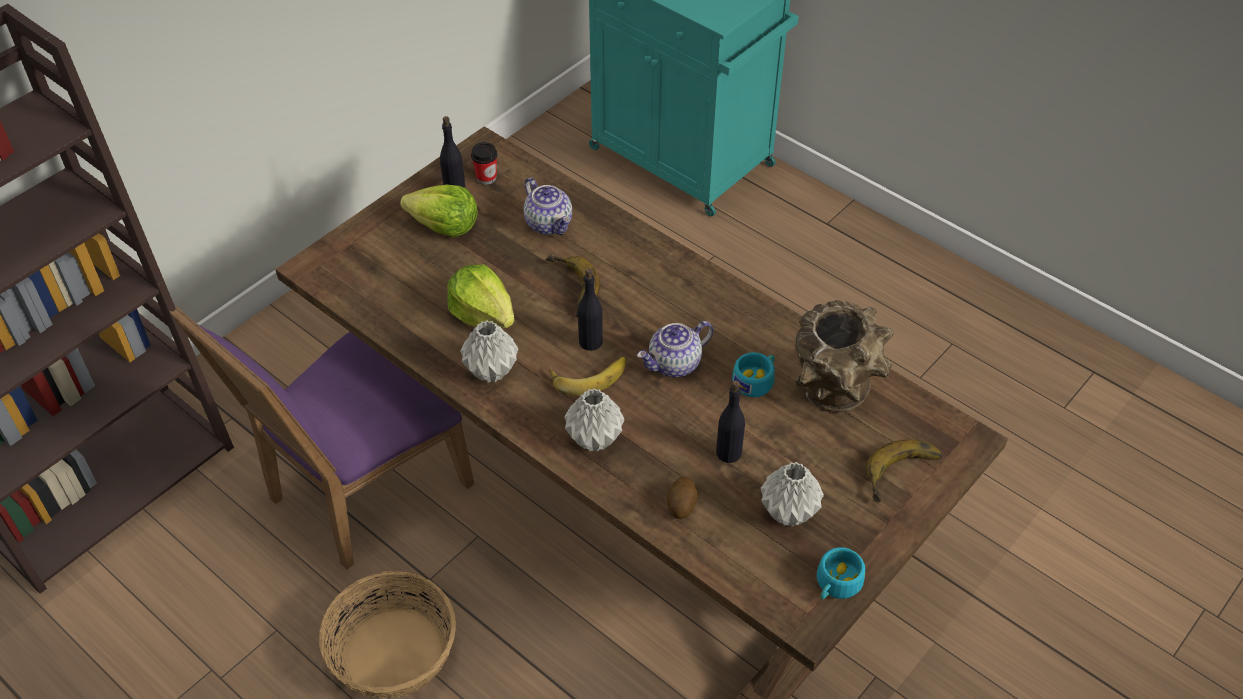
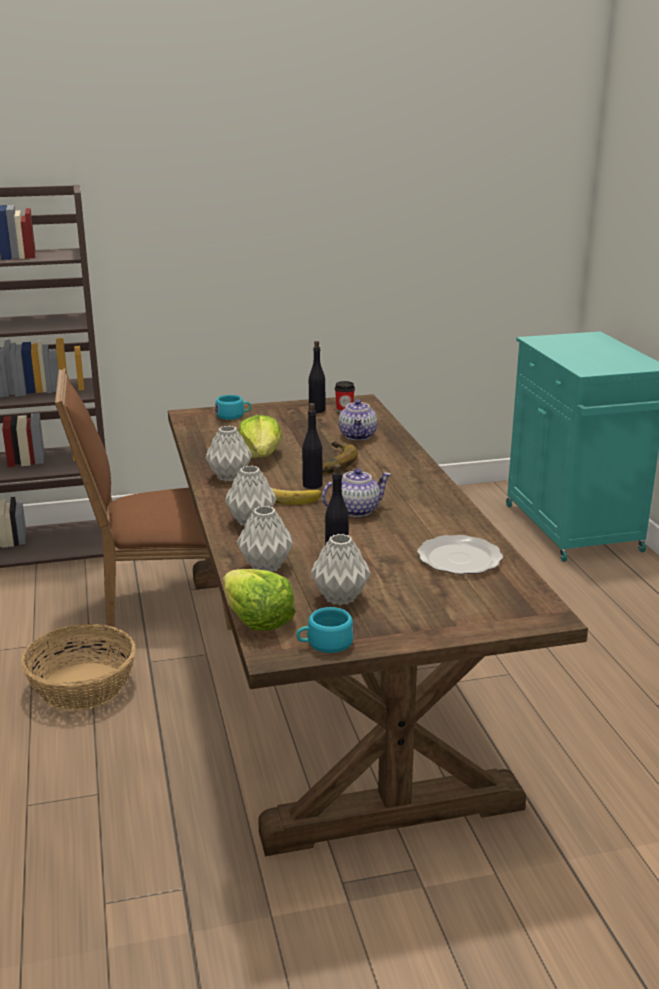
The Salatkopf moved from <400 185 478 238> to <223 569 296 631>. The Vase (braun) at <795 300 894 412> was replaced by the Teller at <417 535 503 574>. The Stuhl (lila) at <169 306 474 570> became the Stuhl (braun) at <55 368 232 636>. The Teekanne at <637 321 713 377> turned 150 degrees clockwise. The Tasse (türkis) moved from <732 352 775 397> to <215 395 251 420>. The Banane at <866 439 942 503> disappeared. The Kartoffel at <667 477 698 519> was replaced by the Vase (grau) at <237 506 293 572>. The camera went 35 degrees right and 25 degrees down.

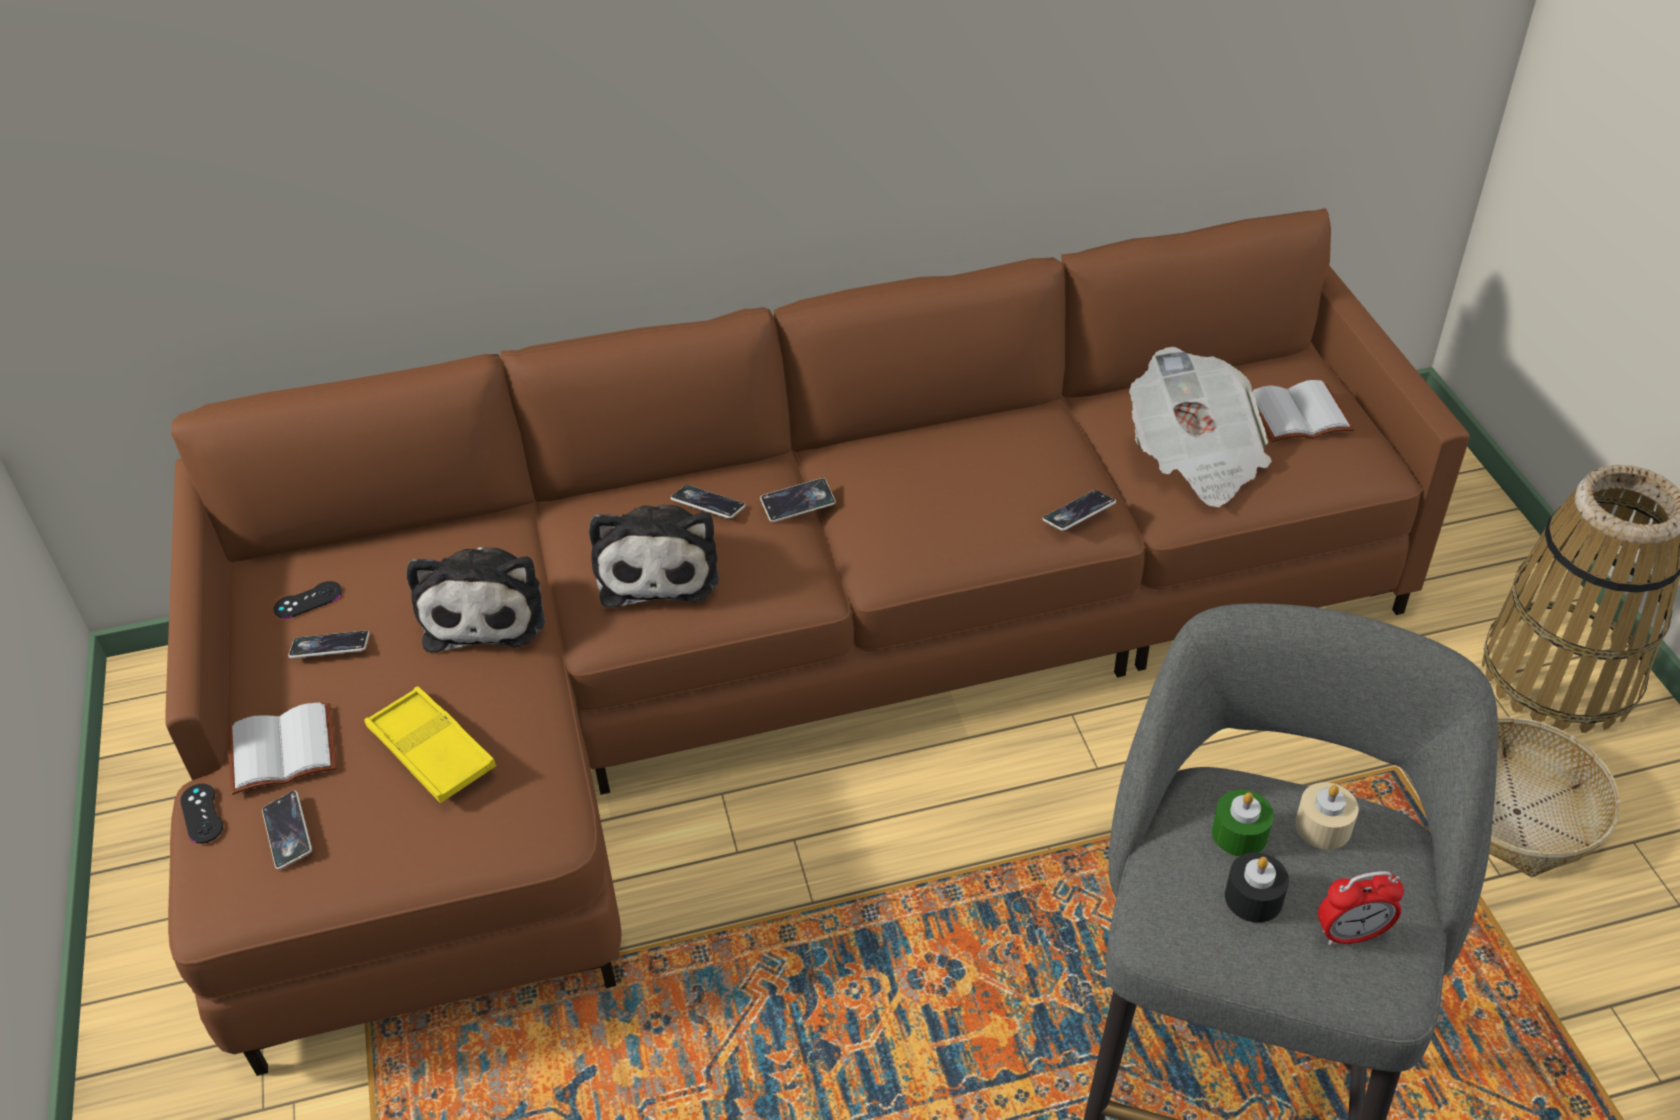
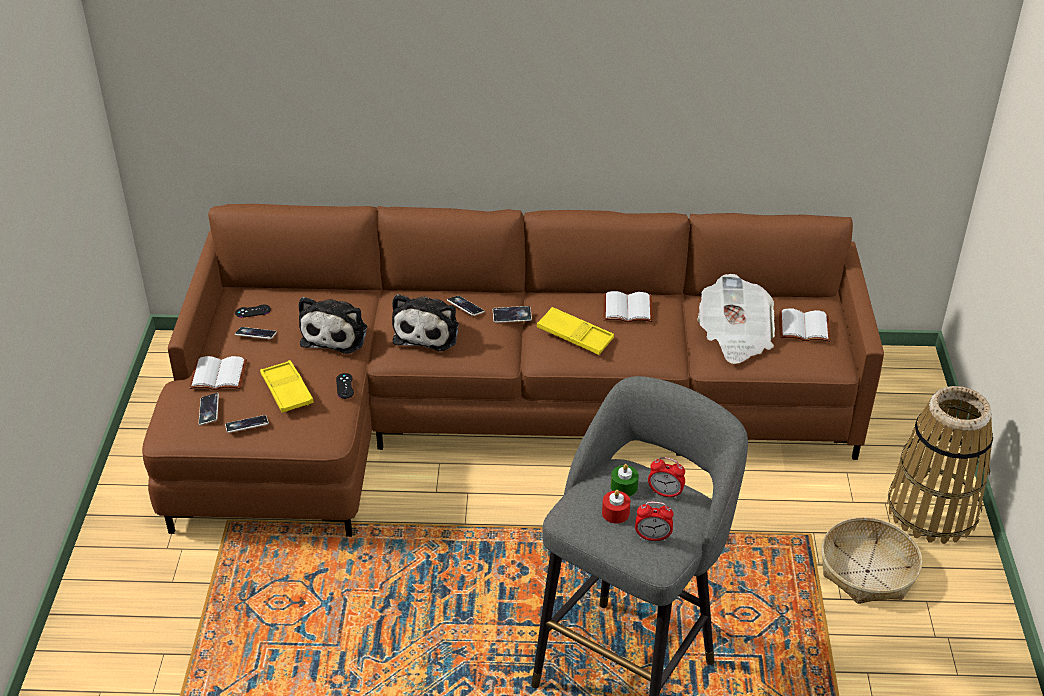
The Handy moved from <1042 490 1116 531> to <225 415 269 433>. The Kerze (beige) at <1295 782 1359 850> was replaced by the Wecker at <648 457 685 499>. The Gamepad (schwarz) moved from <180 784 223 844> to <336 373 354 399>. The Kerze (schwarz) at <1225 852 1289 923> became the Kerze (rot) at <602 490 630 524>. The Buch (weiß) at <603 291 653 322> appeared. The Tablett (gelb) at <537 307 614 355> appeared. The camera went 15 degrees right and 5 degrees down.

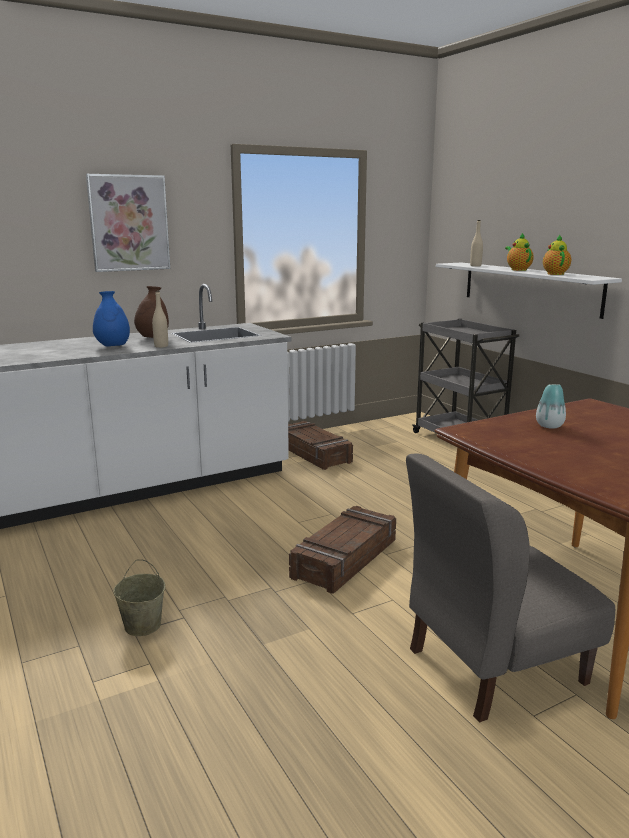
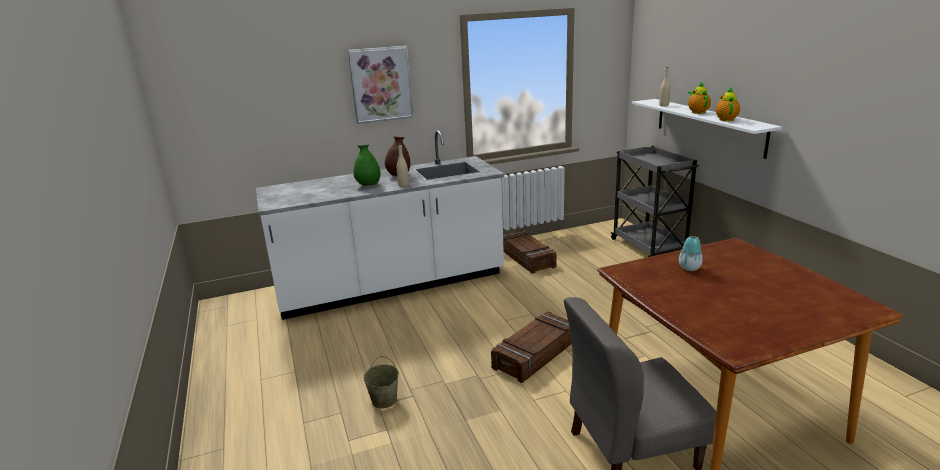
The Vase (blau) at <93 291 130 347> became the Vase (grün) at <353 144 380 186>. The camera went 10 degrees right and 5 degrees up.

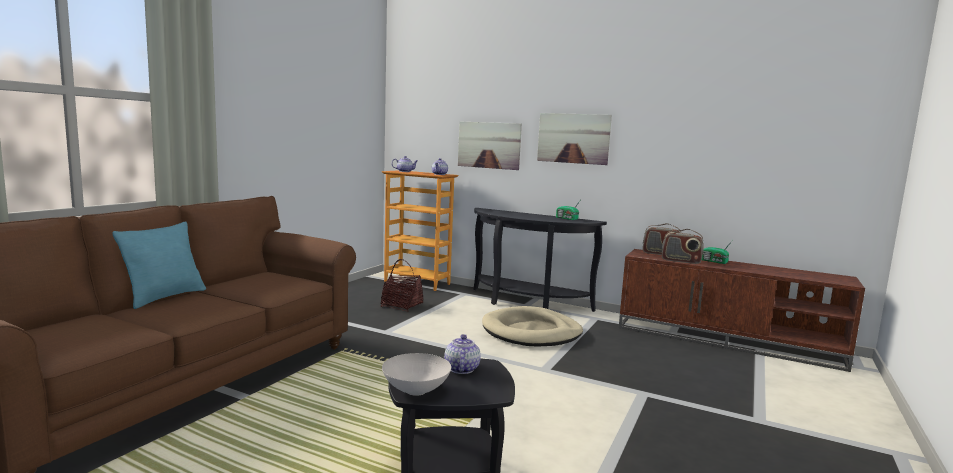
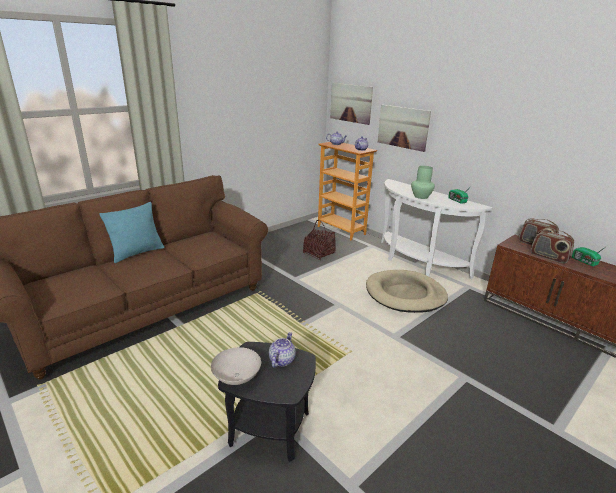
The Bild moved from <537 113 612 165> to <330 83 373 125>. The Konsolentisch (schwarz) at <473 208 607 312> became the Konsolentisch (weiß) at <381 179 493 279>. The Vase (grün) at <411 166 435 199> appeared. The camera went 20 degrees right and 15 degrees up.

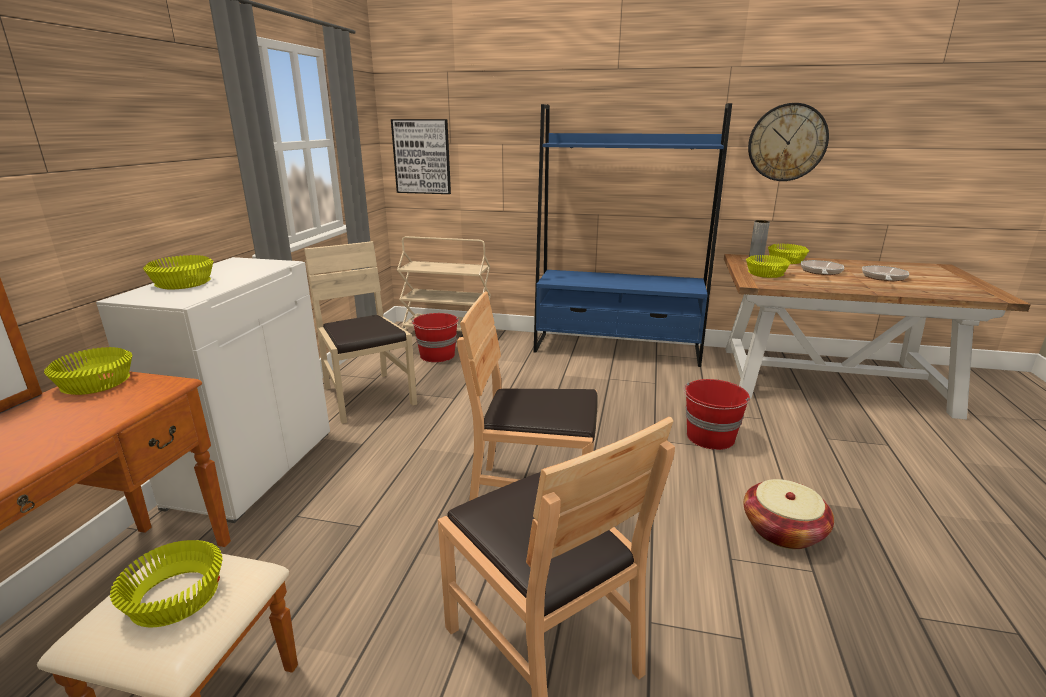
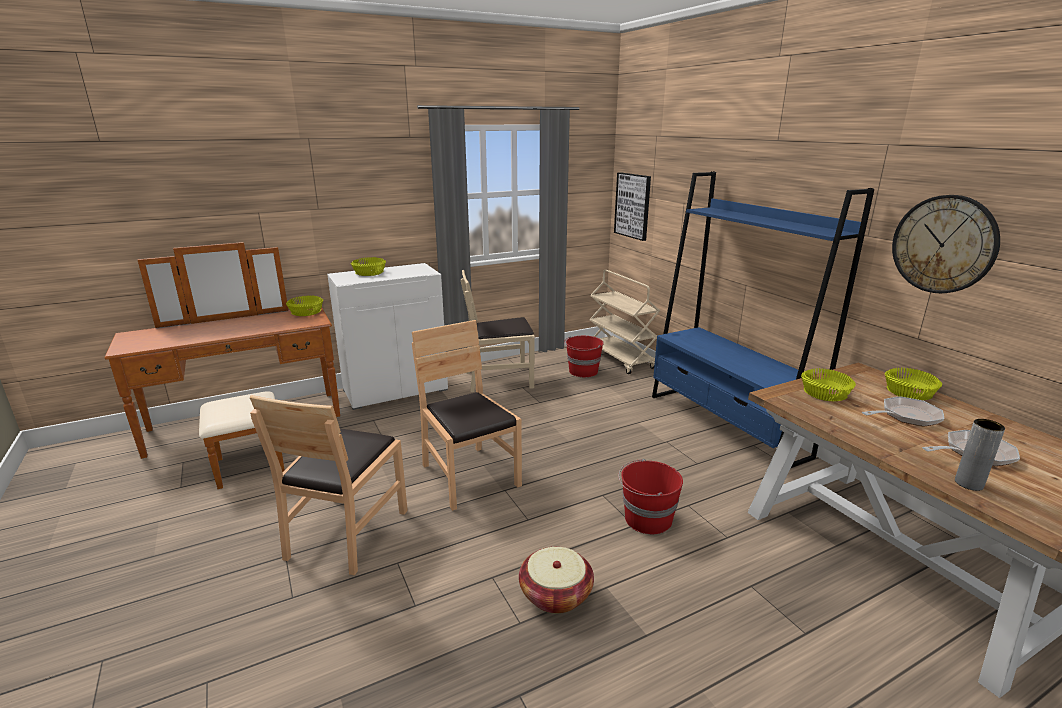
The Vase (grau) moved from <749 220 770 262> to <955 419 1005 491>. The Stuhl (beige) at <304 241 417 424> turned 120 degrees counterclockwise. The Schüssel (gelb) at <110 540 223 627> disappeared. The camera went 50 degrees right and 0 degrees up.

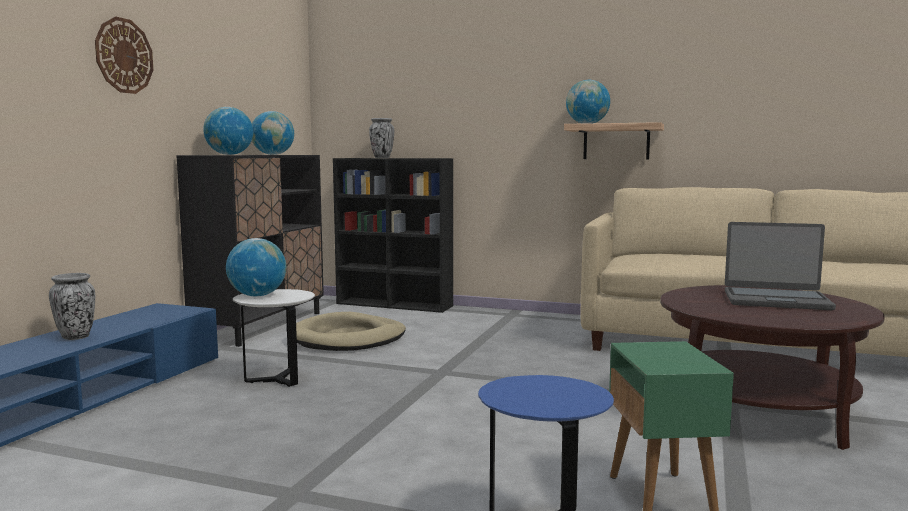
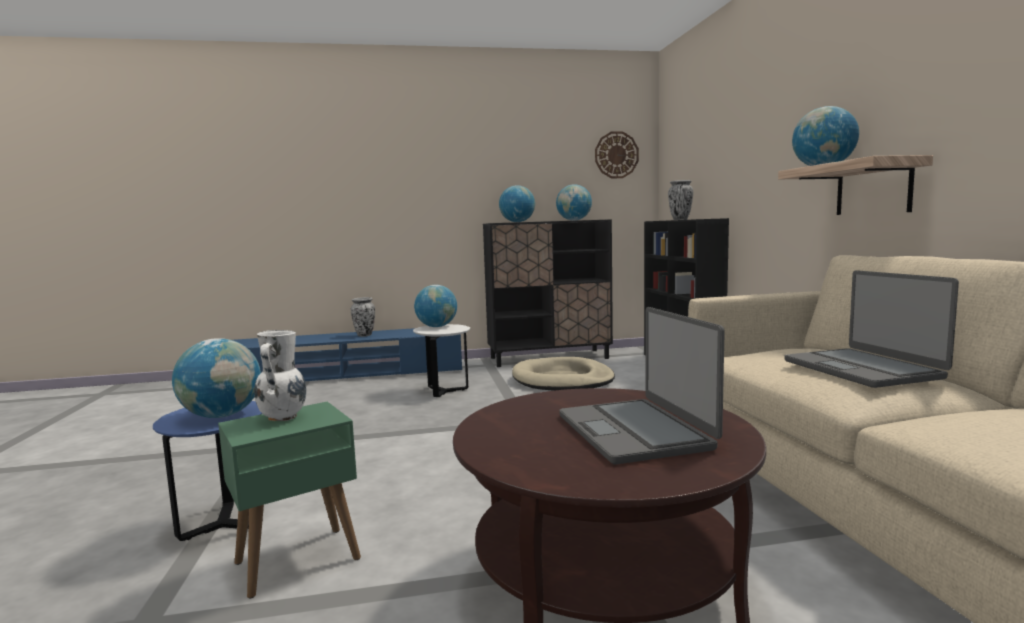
The Wanduhr moved from <95 17 153 94> to <595 131 639 178>. The Laptop at <784 270 959 388> appeared. The Vase (weiß) at <254 330 306 421> appeared. The Globus at <172 338 261 418> appeared. The camera went 60 degrees right and 0 degrees up.

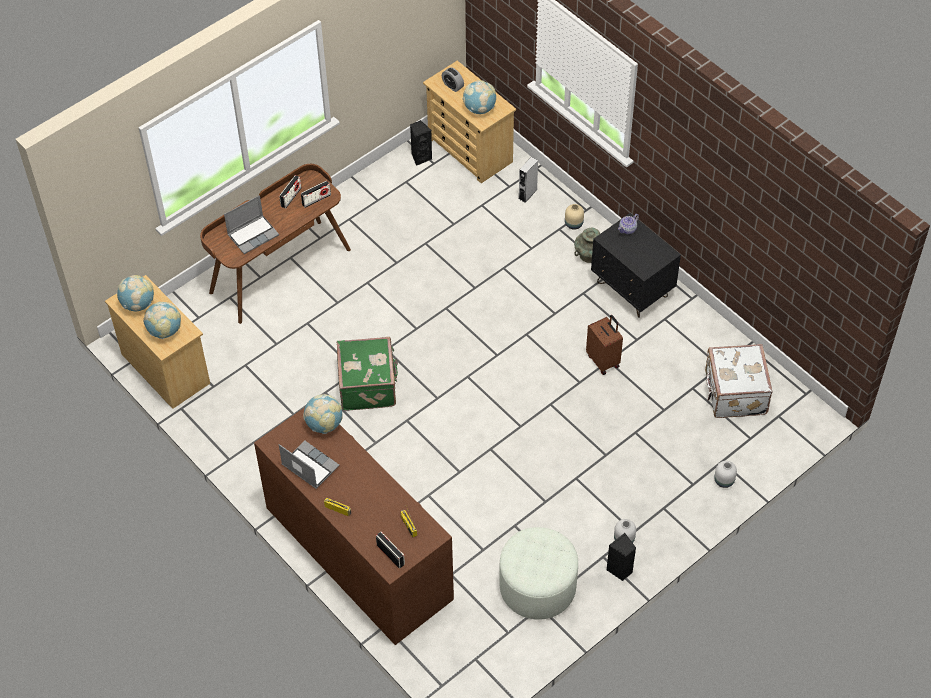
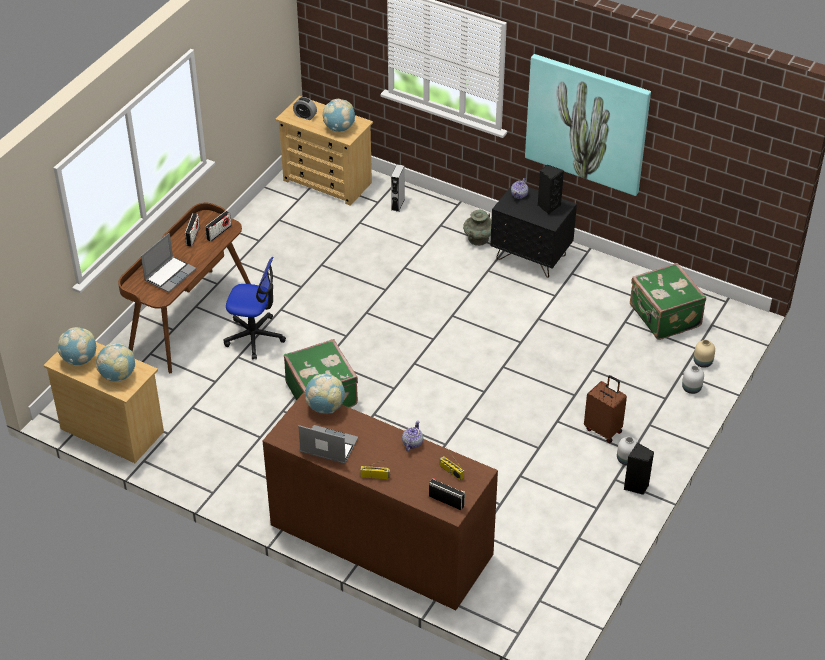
The Lautsprecher (schwarz) moved from <410 120 432 166> to <537 165 564 215>. The Vase (beige) moved from <565 204 584 230> to <694 340 715 368>. The Koffer (braun) moved from <586 315 623 375> to <584 375 627 443>. The Koffer (weiß) at <705 344 772 418> became the Koffer (grün) at <630 263 706 340>. The Polsterhocker (weiß) at <499 527 578 620> disappeared. The Bild at <525 54 651 196> appeared. The Bürostuhl at <223 257 286 360> appeared. The Teekanne at <402 421 423 451> appeared. The camera went 20 degrees left and 10 degrees down.

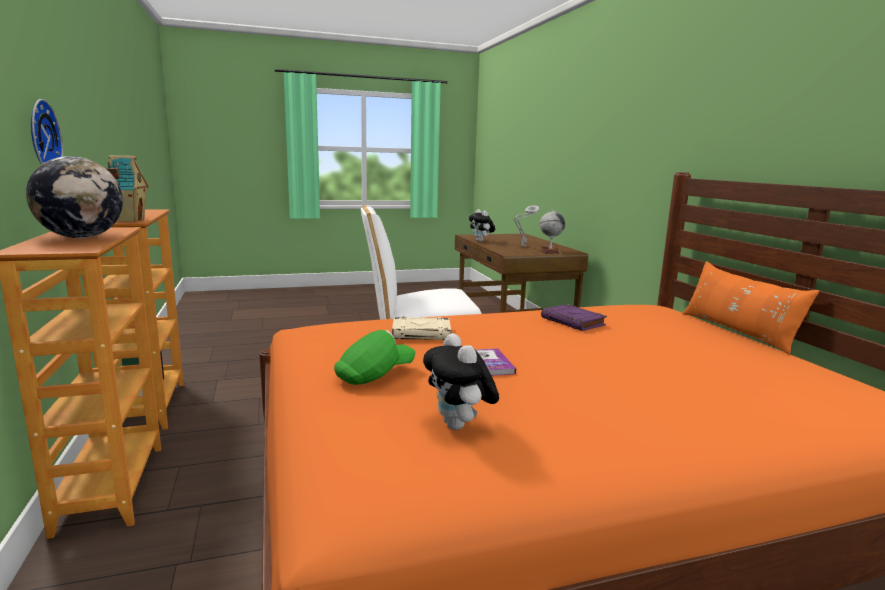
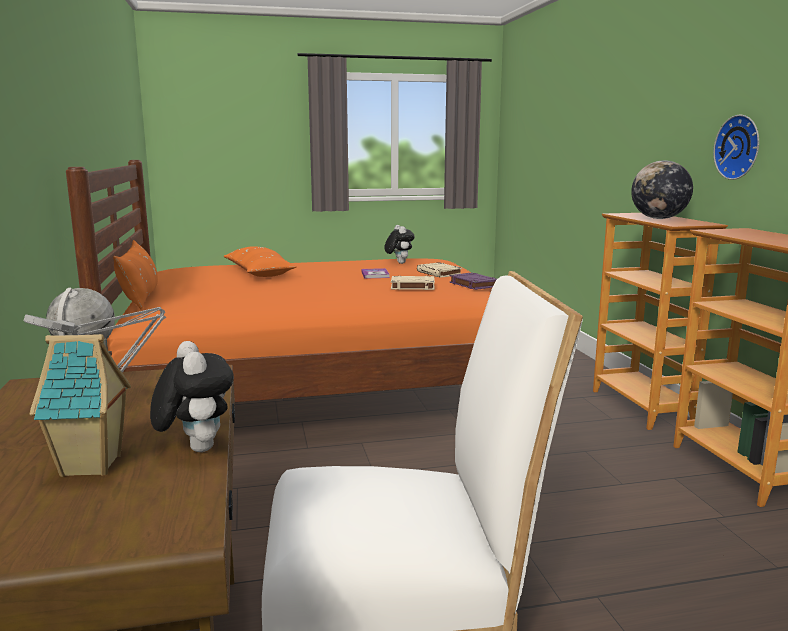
The Spielzeughaus moved from <107 155 149 222> to <30 334 131 477>. The Buch (lila) moved from <541 304 607 331> to <449 272 497 290>. The Kappe (grün) at <334 330 416 385> was replaced by the Buch (beige) at <417 262 462 278>. The Kissen (orange) at <224 246 297 277> appeared. The camera went 175 degrees left and 0 degrees up.

